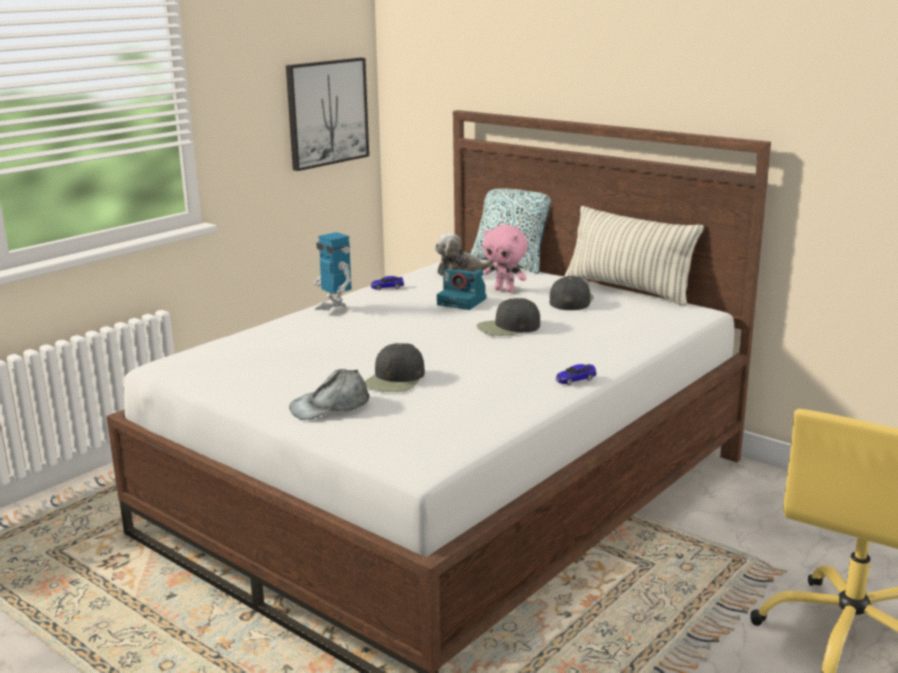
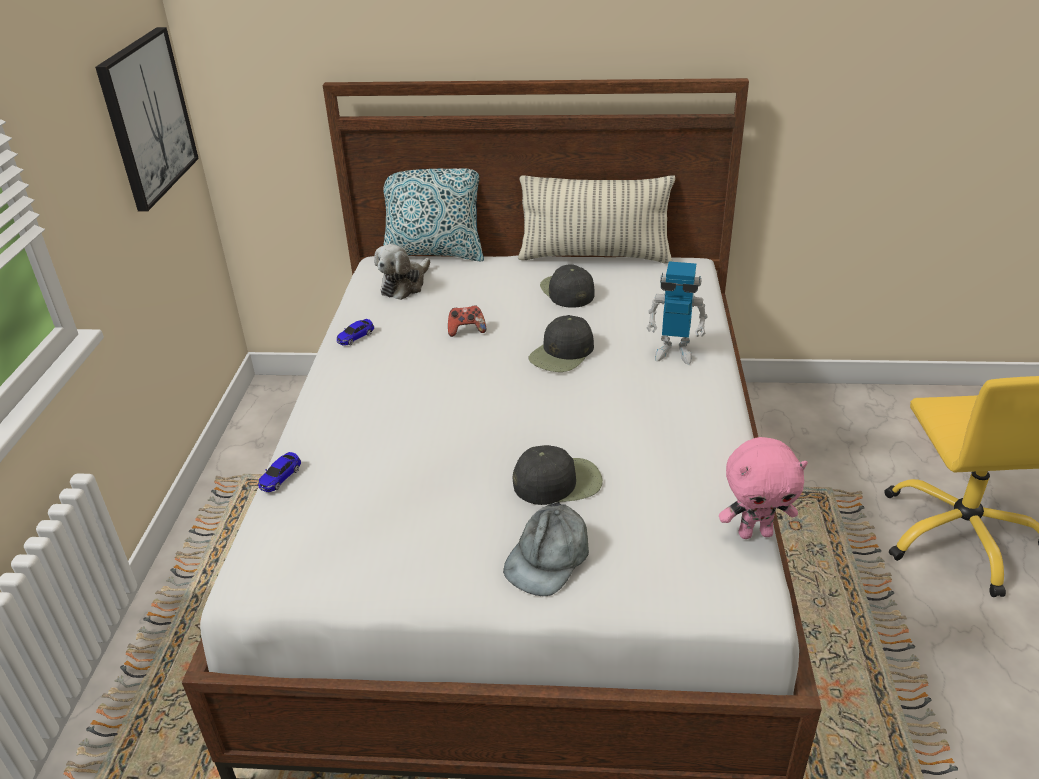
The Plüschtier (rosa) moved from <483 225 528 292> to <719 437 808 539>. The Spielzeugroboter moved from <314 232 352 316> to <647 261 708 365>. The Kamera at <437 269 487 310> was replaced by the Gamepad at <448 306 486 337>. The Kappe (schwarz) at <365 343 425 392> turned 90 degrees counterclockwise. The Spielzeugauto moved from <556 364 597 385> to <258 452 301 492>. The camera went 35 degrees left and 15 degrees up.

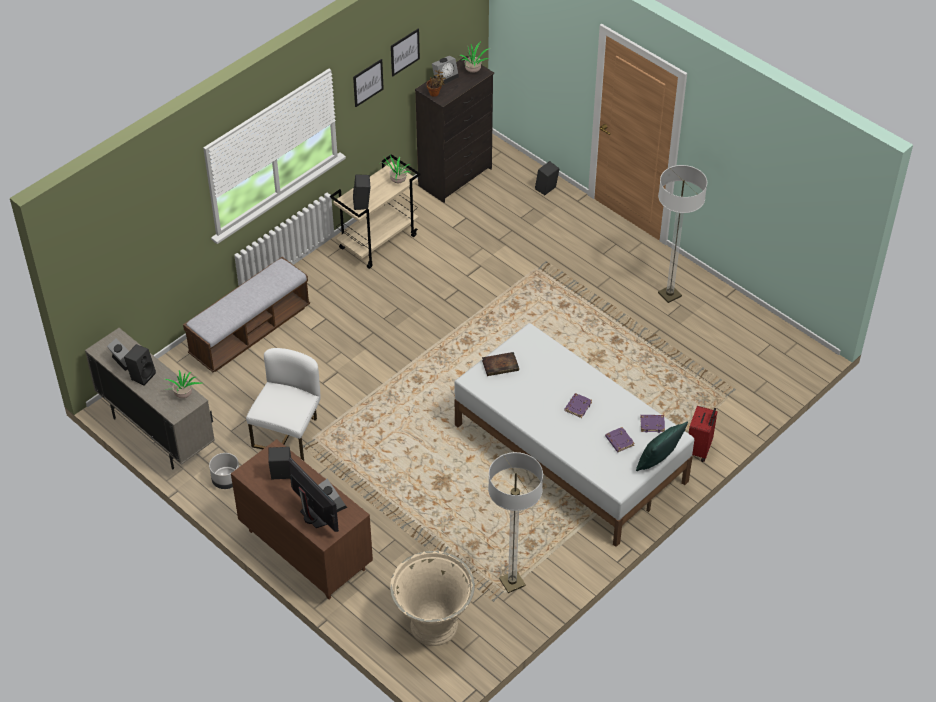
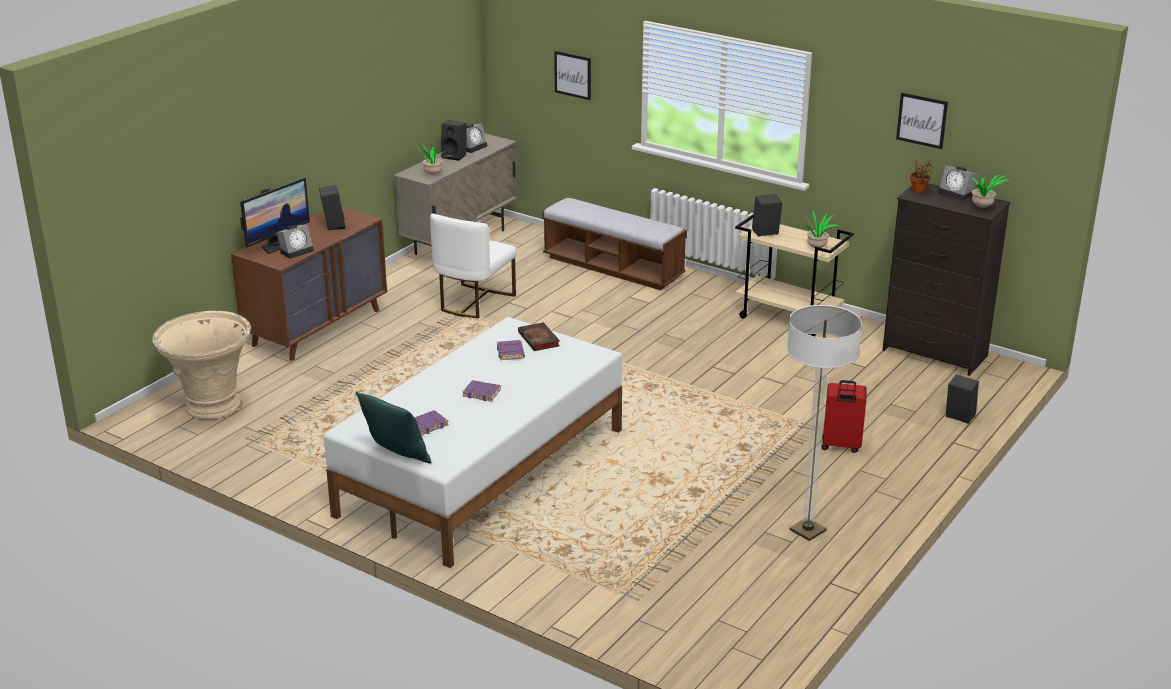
The Bild moved from <353 59 384 107> to <554 51 591 100>. The Stuhl (weiß) at <246 348 321 461> turned 105 degrees clockwise. The Koffer (rot) moved from <688 406 718 462> to <822 380 867 453>. The Buch (lila) moved from <640 415 665 433> to <497 340 525 360>. The Stehlampe at <488 452 543 593> disappeared. The Pflanzkübel (grau) at <209 453 239 489> disappeared. The camera went 80 degrees right and 20 degrees down.

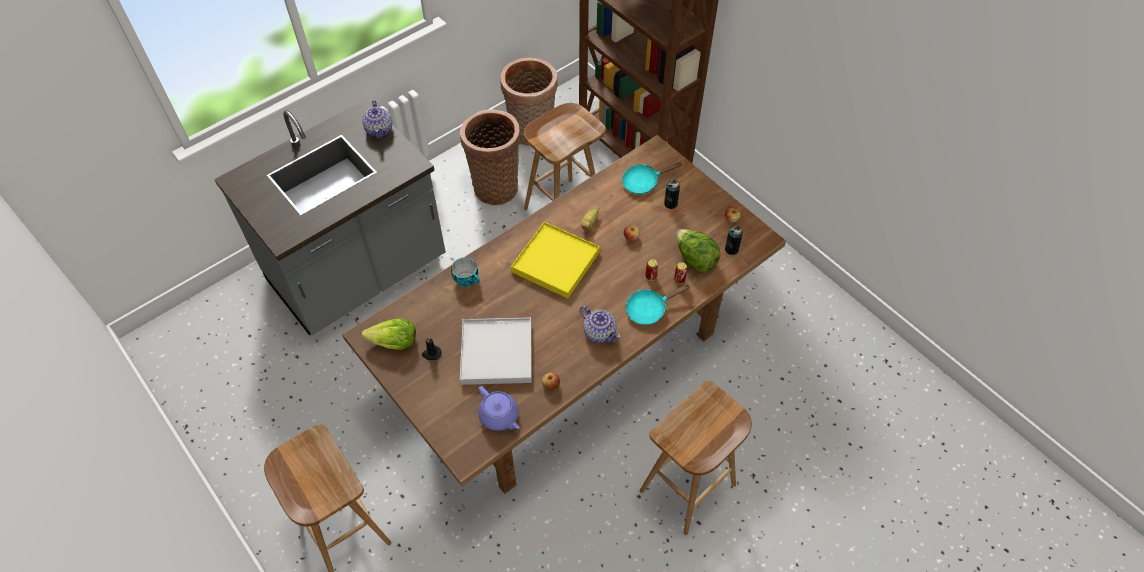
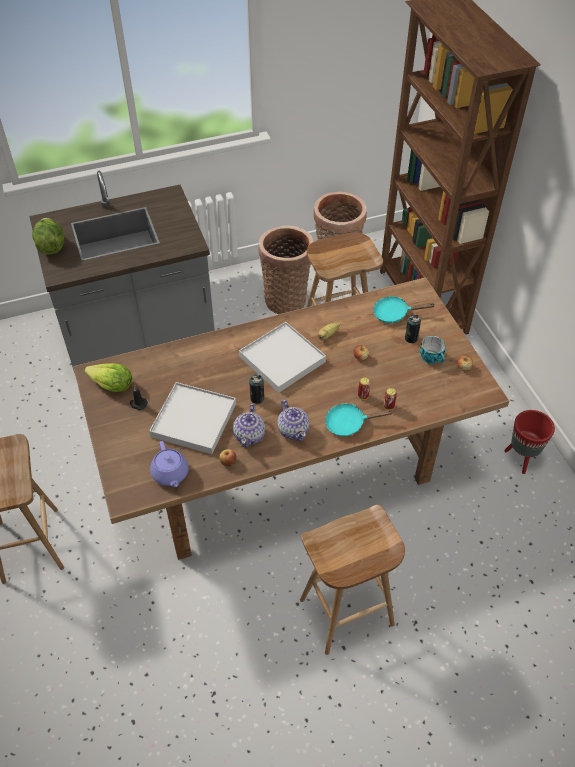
The Teekanne moved from <362 100 392 138> to <233 403 265 448>. The Tablett (gelb) at <511 222 600 298> became the Tablett (weiß) at <239 322 326 393>. The Dose moved from <725 226 743 255> to <249 374 264 404>. The Salatkopf moved from <677 229 721 272> to <32 218 65 255>. The Tasse moved from <451 257 480 287> to <420 336 445 364>. The Pflanzkübel (rot) at <504 410 555 474> appeared. The camera went 20 degrees right and 5 degrees down.

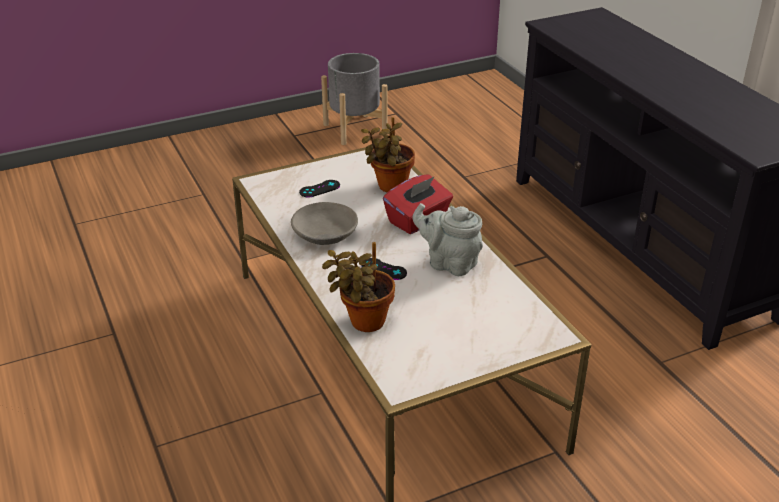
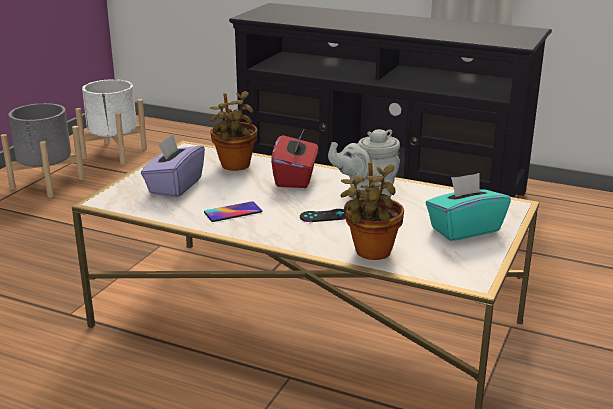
The Gamepad (schwarz) at <299 180 340 197> was replaced by the Taschentuchbox (lila) at <141 134 205 198>. The Schüssel (grau) at <291 202 358 245> was replaced by the Handy at <204 201 262 222>. The Pflanzkübel (weiß) at <75 79 147 165> appeared. The Taschentuchbox (türkis) at <426 173 511 241> appeared. The camera went 40 degrees left and 10 degrees down.

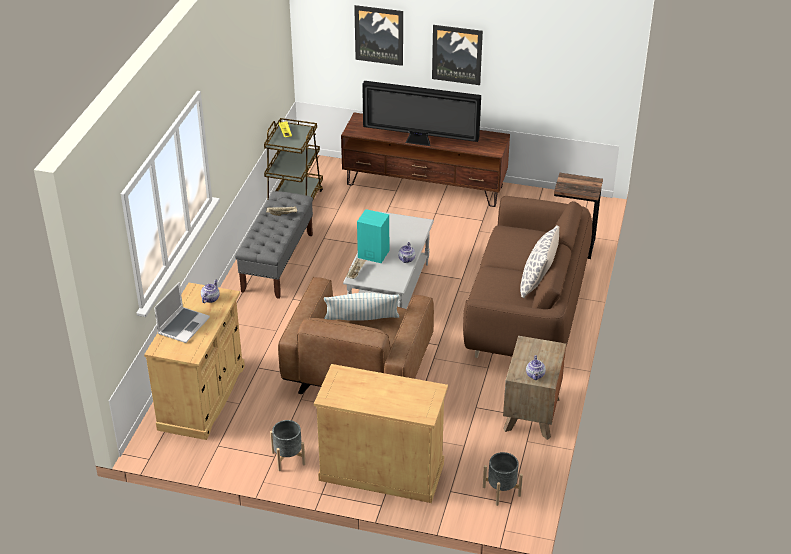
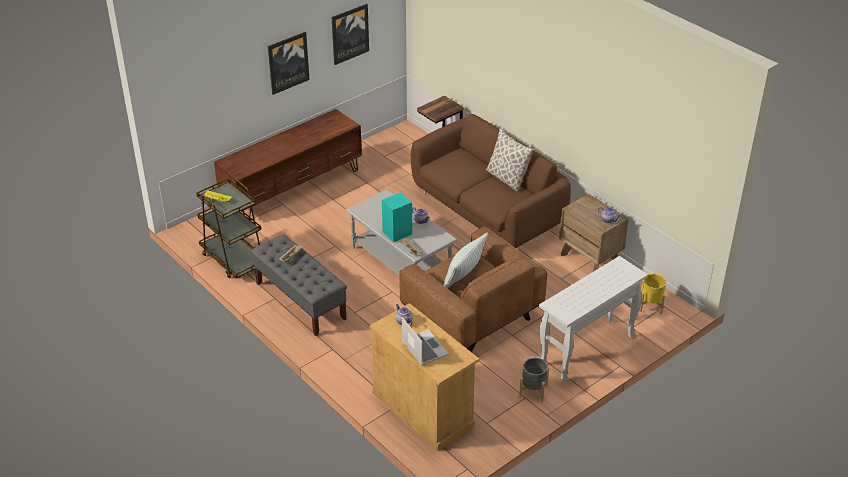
The Bild moved from <354 5 403 66> to <332 4 369 65>. The Fernseher at <362 81 481 146> disappeared. The Schrank (beige) at <314 364 448 503> was replaced by the Konsolentisch (weiß) at <539 256 648 382>. The Pflanzkübel (grau) at <483 452 523 506> became the Pflanzkübel (gelb) at <639 274 666 314>. The camera went 55 degrees left and 0 degrees up.

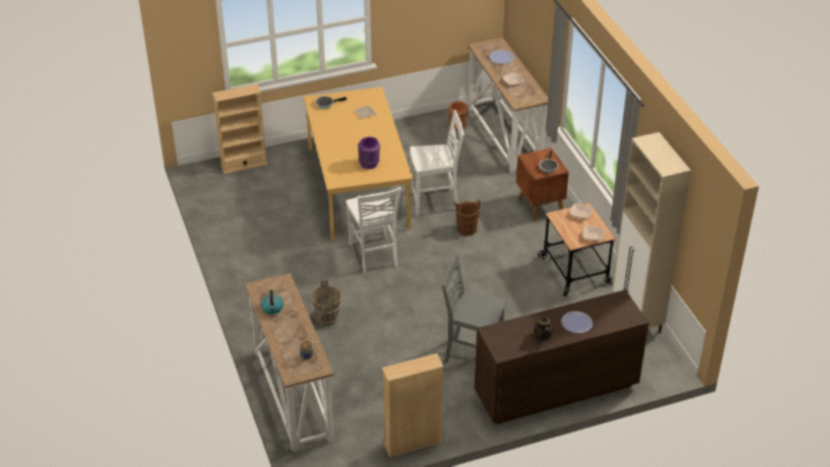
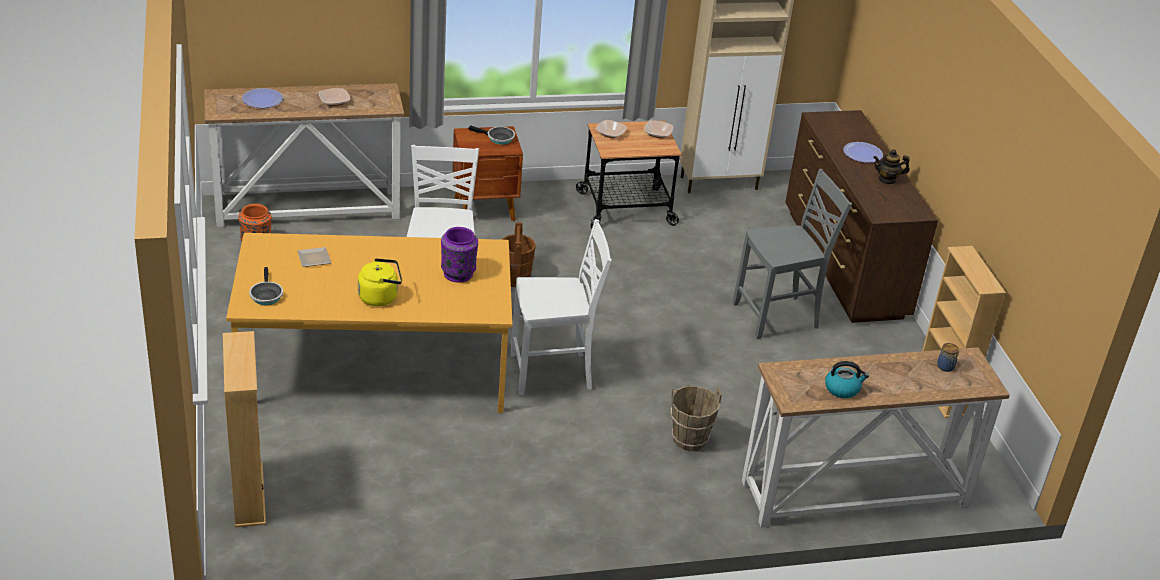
The Stuhl (grau) at <442 255 505 363> turned 135 degrees counterclockwise. The Wasserkessel (gelb) at <358 258 402 306> appeared. The camera went 85 degrees left and 5 degrees down.

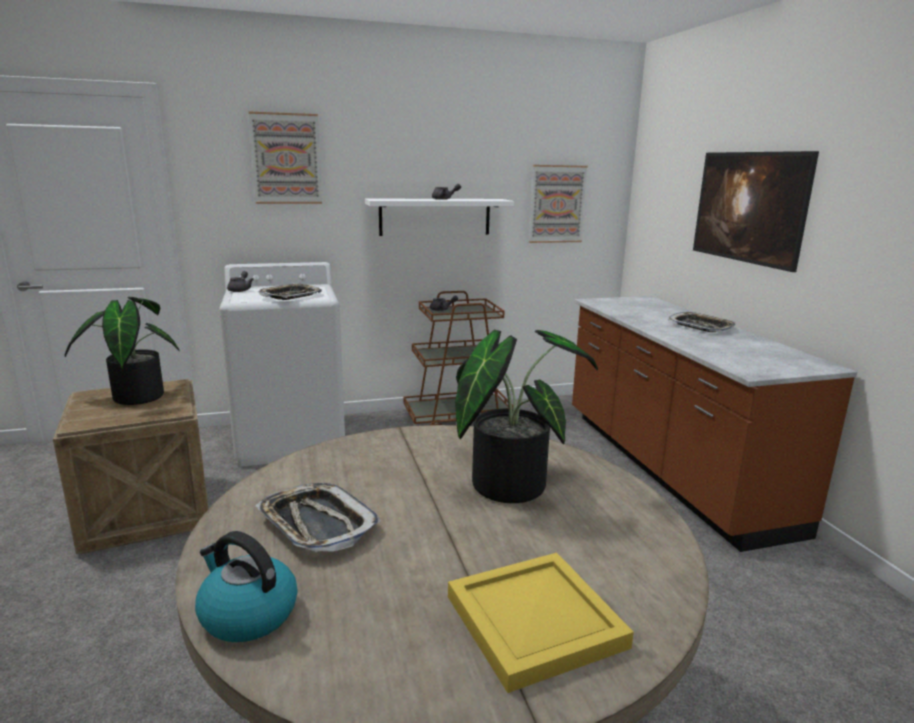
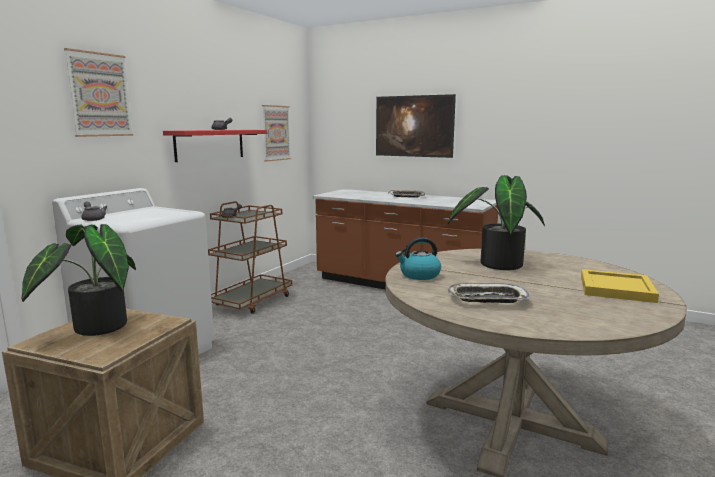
The Wandregal (weiß) at <365 199 514 236> became the Wandregal (rot) at <163 130 267 162>. The Tablett at <258 283 322 300> disappeared. The Wasserkessel moved from <195 531 298 642> to <395 237 441 280>. The camera went 45 degrees left and 5 degrees down.

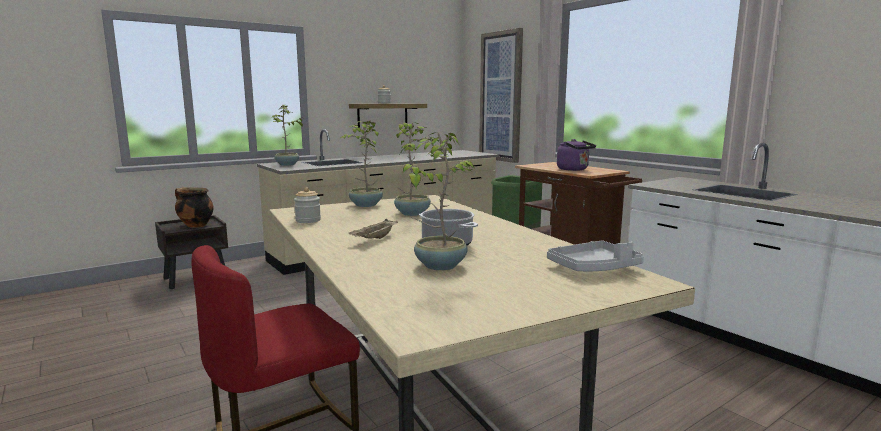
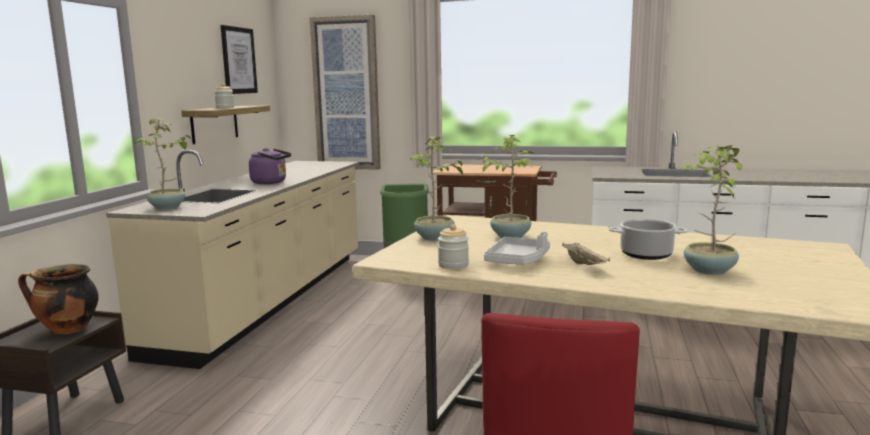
The Wasserkessel (lila) moved from <557 139 596 171> to <249 148 291 184>. The Tablett (grau) moved from <547 240 644 271> to <484 232 550 265>. The Bild at <221 25 258 94> appeared. The camera went 40 degrees left and 0 degrees up.

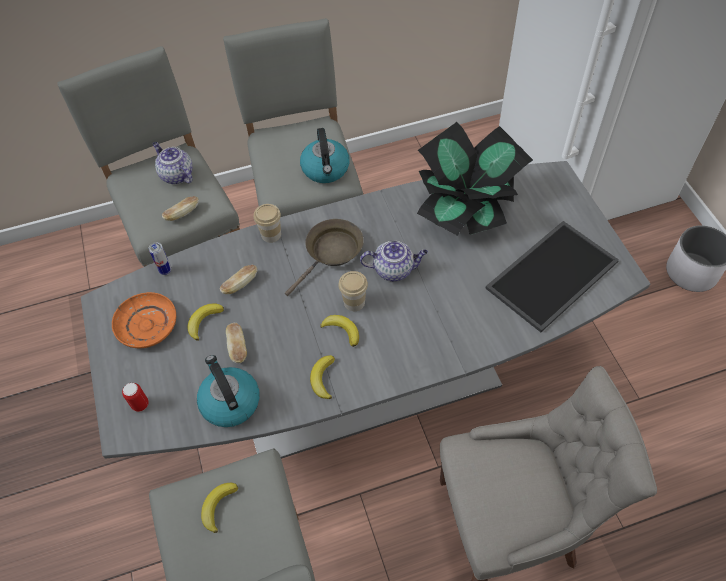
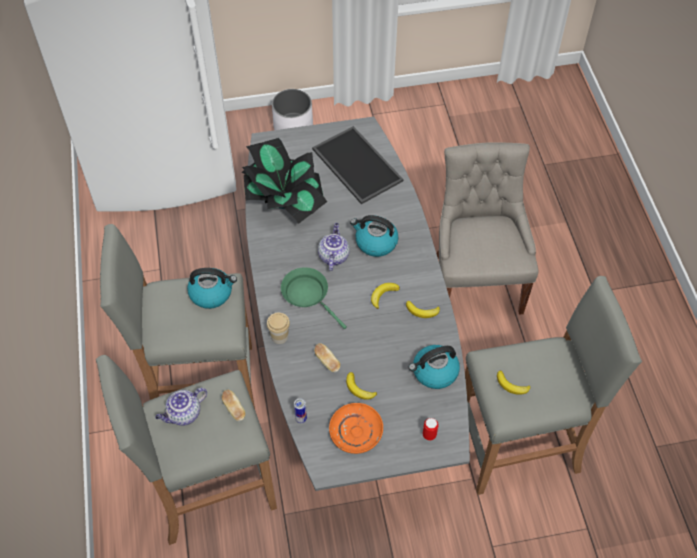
The Pfanne (braun) at <285 219 364 296> became the Pfanne (grün) at <281 267 347 329>. The Tasse at <338 271 368 311> disappeared. The Brot at <226 323 247 364> disappeared. The Wasserkessel at <350 215 398 257> appeared. The camera went 85 degrees left and 0 degrees up.

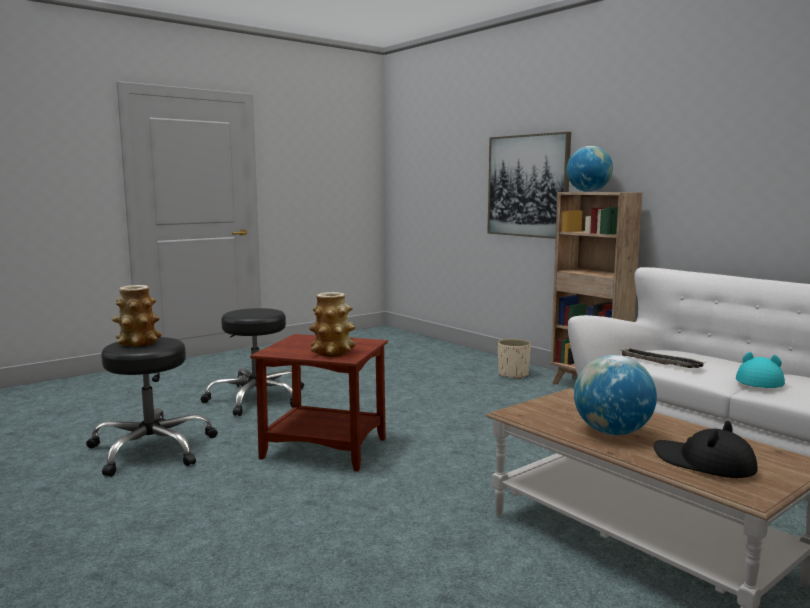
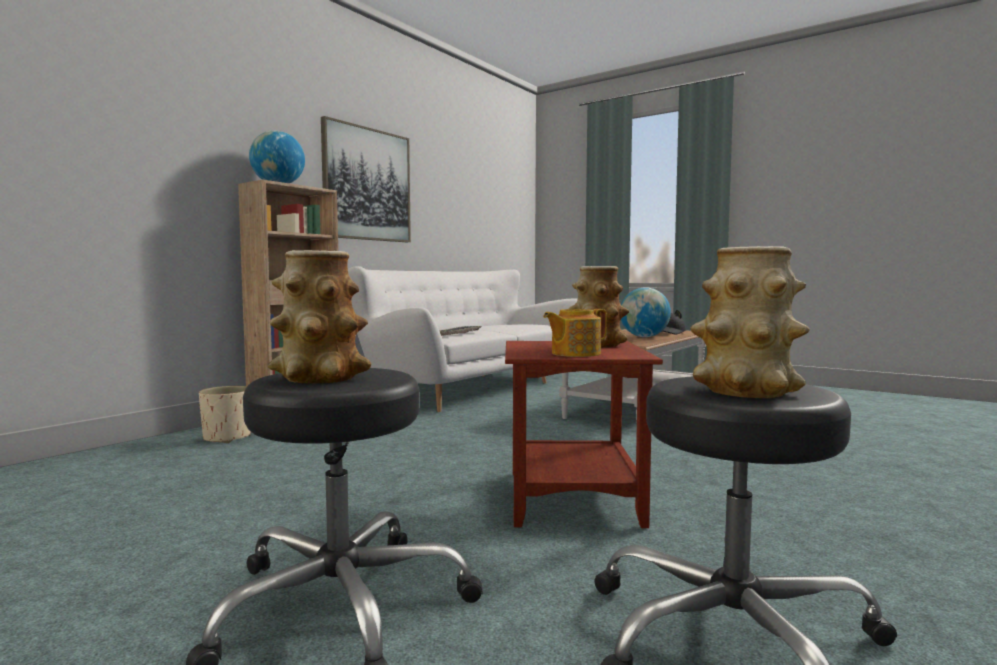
The Bild moved from <487 132 571 239> to <321 116 411 242>. The Hut (türkis) at <736 352 785 388> disappeared. The Vase at <268 250 371 383> appeared. The Teekanne at <543 309 607 357> appeared. The camera went 105 degrees left and 5 degrees down.

